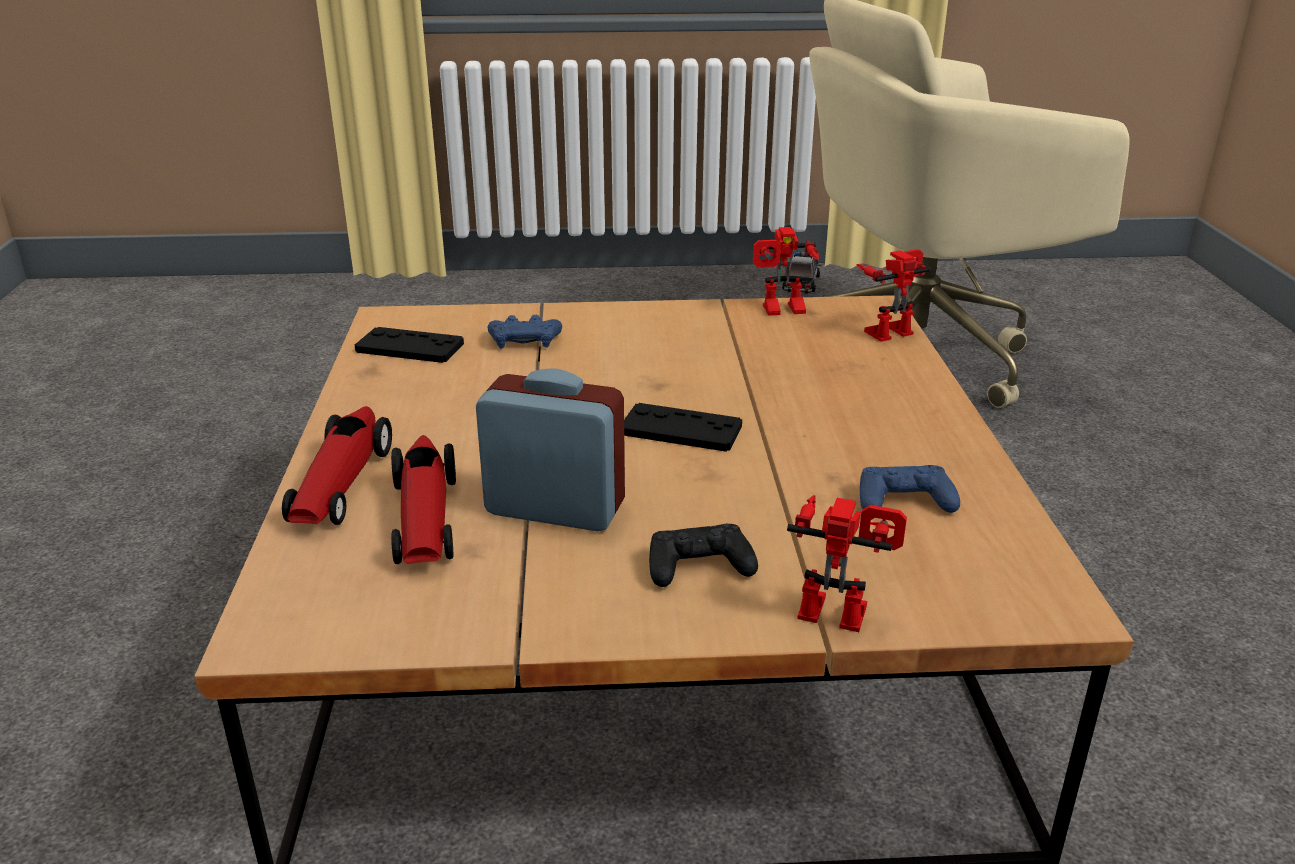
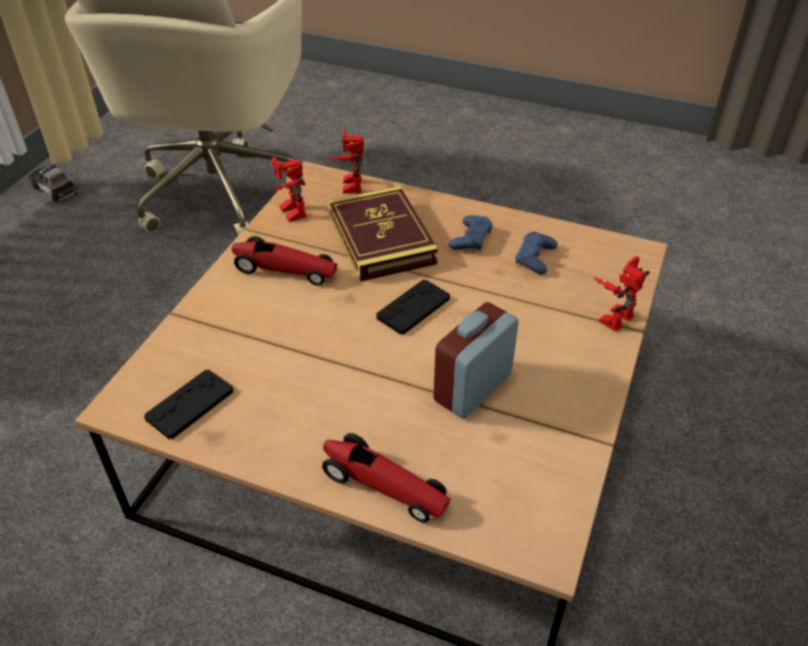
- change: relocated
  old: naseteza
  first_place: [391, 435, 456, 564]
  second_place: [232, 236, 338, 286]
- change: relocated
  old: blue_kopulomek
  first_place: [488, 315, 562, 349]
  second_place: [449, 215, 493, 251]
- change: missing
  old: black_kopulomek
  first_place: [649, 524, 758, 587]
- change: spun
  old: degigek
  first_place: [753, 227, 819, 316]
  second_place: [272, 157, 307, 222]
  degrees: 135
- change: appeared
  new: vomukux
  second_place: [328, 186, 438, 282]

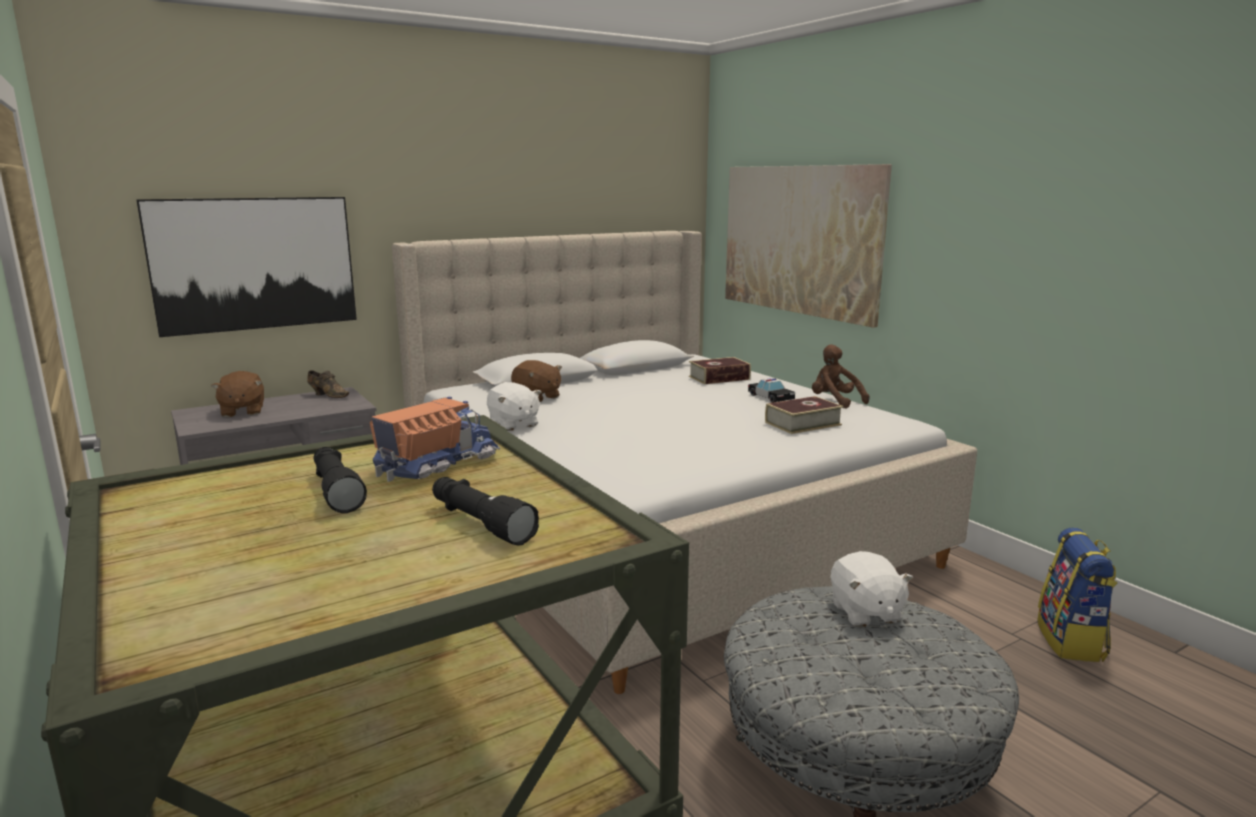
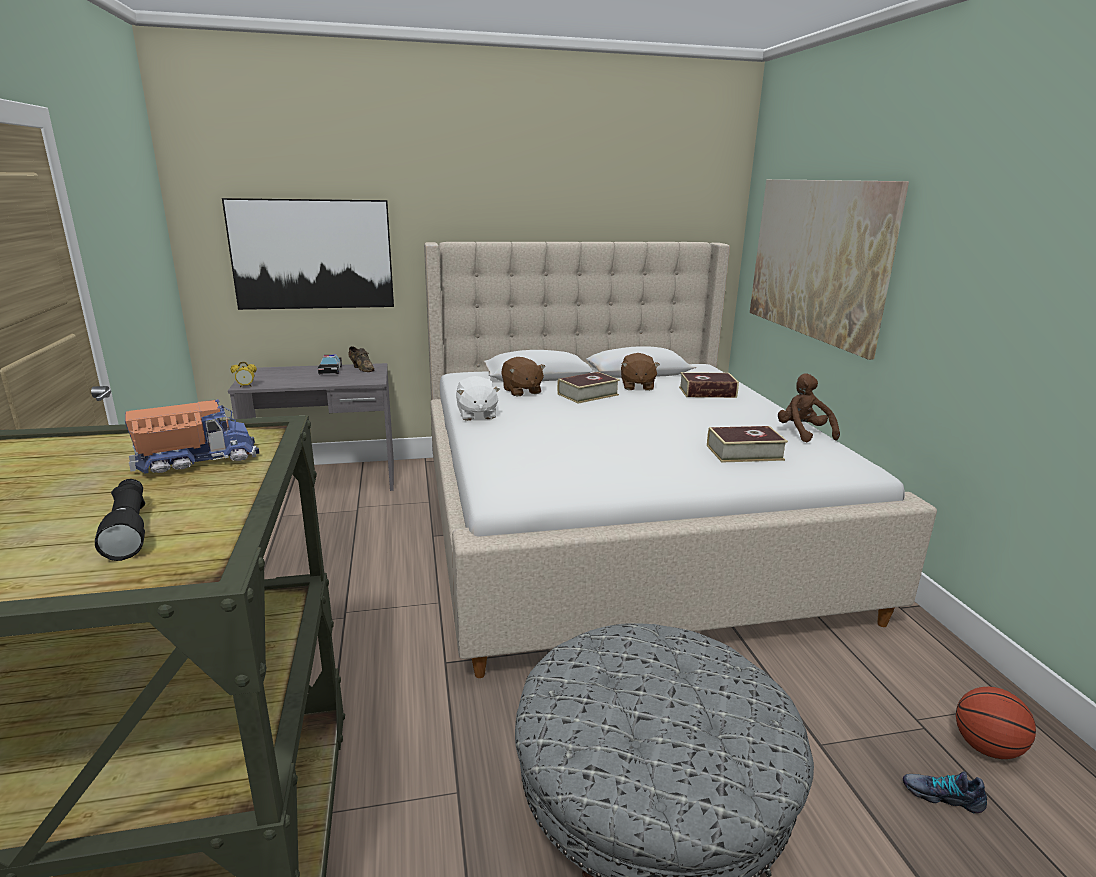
- change: relocated
  old: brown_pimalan
  first_place: [211, 371, 264, 417]
  second_place: [621, 353, 660, 391]
- change: missing
  old: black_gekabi
  first_place: [314, 447, 367, 513]
- change: relocated
  old: naseteza
  first_place: [748, 378, 795, 403]
  second_place: [318, 355, 342, 374]
- change: missing
  old: white_pimalan
  first_place: [831, 551, 913, 627]
- change: exchanged
  old: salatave
  new: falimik
  first_place: [1037, 528, 1117, 662]
  second_place: [956, 687, 1036, 759]
- change: appeared
  new: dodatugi
  second_place: [231, 362, 257, 387]
- change: appeared
  new: vomukux
  second_place: [557, 372, 620, 404]
- change: appeared
  new: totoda
  second_place: [903, 771, 987, 813]

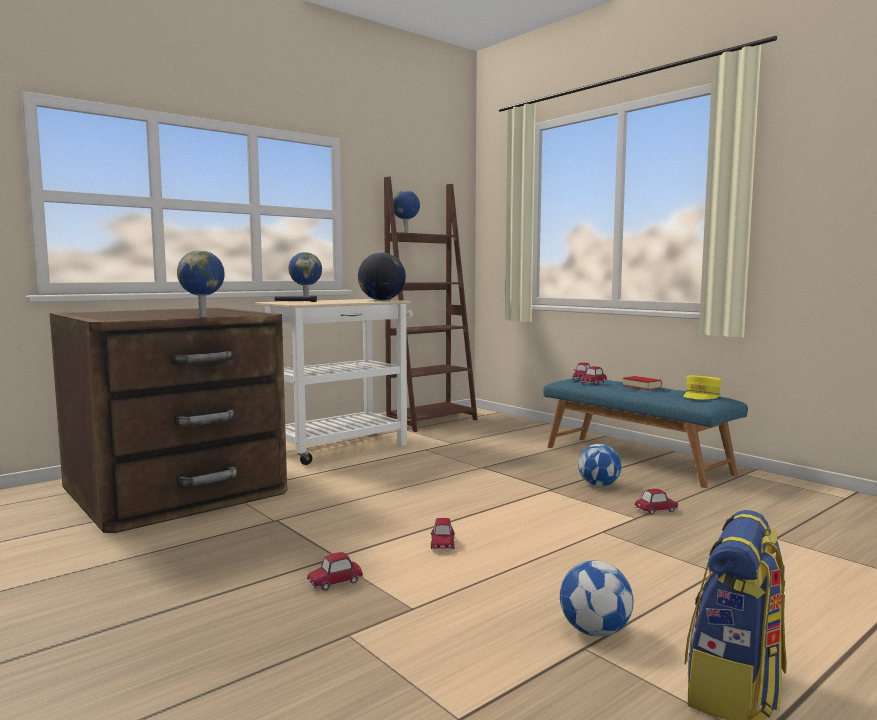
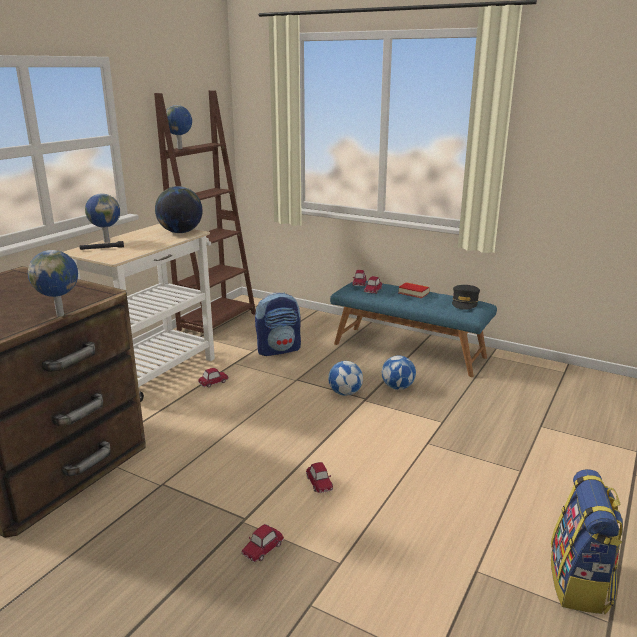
- change: relocated
  old: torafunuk
  first_place: [560, 560, 633, 637]
  second_place: [328, 361, 363, 396]
- change: relocated
  old: naseteza
  first_place: [634, 489, 678, 514]
  second_place: [198, 368, 228, 388]
- change: colour
  old: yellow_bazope
  new: black_bazope
  first_place: [684, 375, 722, 399]
  second_place: [452, 285, 480, 310]
- change: appeared
  new: salatave
  second_place: [255, 292, 301, 356]

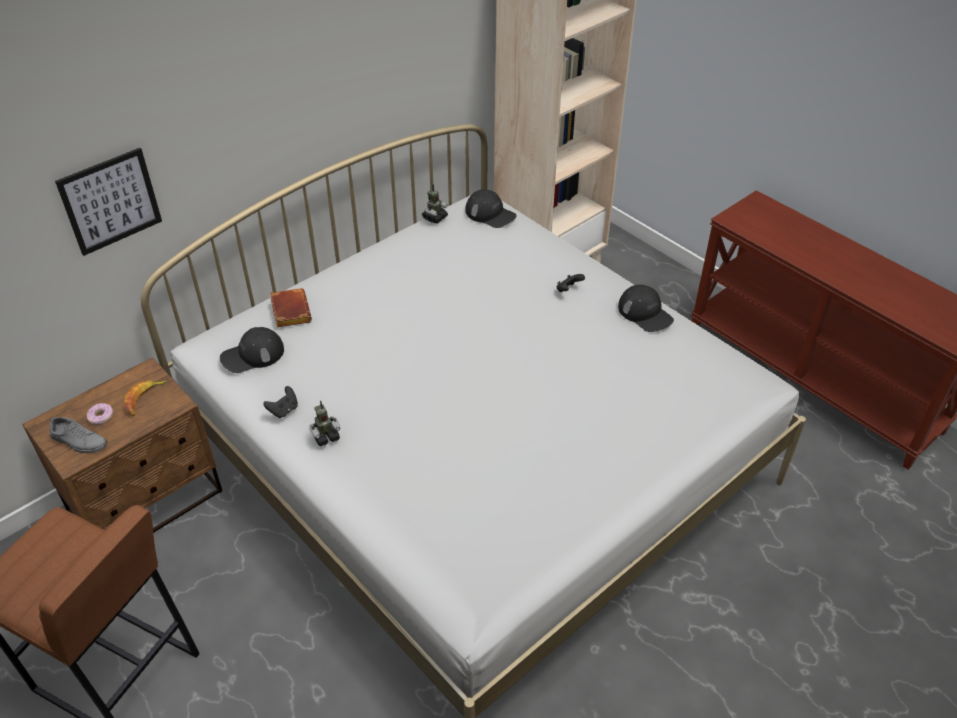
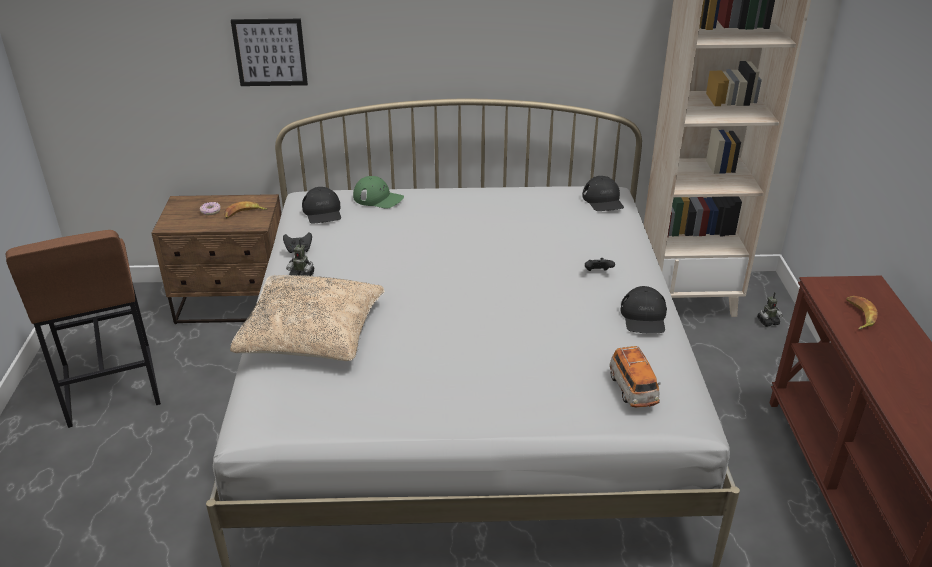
- change: missing
  old: grey_totoda
  first_place: [49, 417, 108, 453]
- change: spun
  old: black_bazope
  first_place: [220, 327, 284, 373]
  second_place: [302, 187, 341, 224]
  degrees: -120
- change: exchanged
  old: brown_vomukux
  new: green_bazope
  first_place: [270, 288, 312, 327]
  second_place: [353, 176, 404, 209]
- change: relocated
  old: degigek
  first_place: [422, 184, 448, 224]
  second_place: [757, 292, 783, 327]
- change: appeared
  new: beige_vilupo
  second_place: [230, 275, 385, 361]
- change: appeared
  new: naseteza
  second_place: [609, 346, 660, 408]
- change: appeared
  new: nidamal
  second_place: [846, 296, 878, 330]

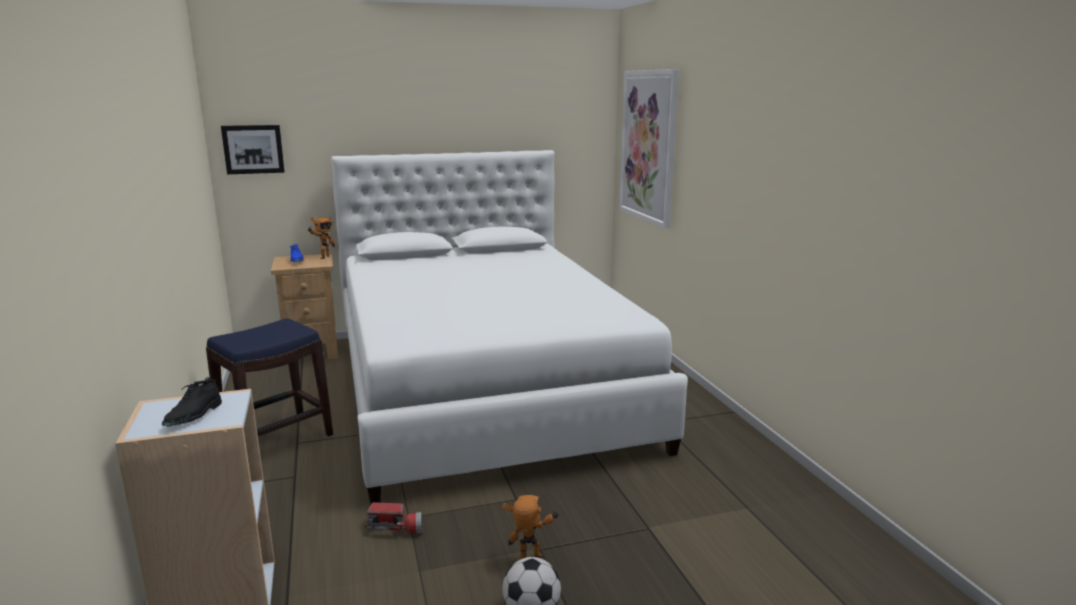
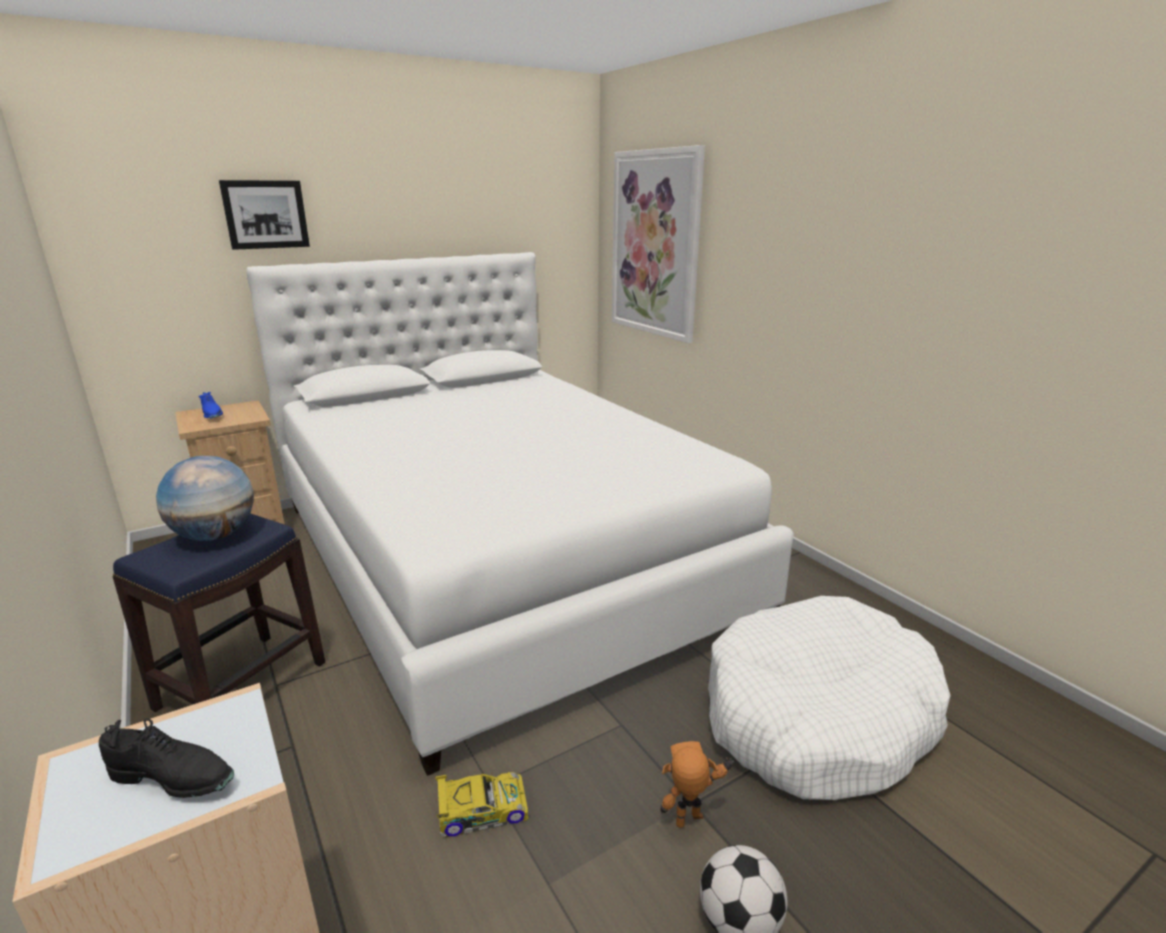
- change: spun
  old: black_totoda
  first_place: [162, 377, 222, 427]
  second_place: [99, 718, 234, 798]
  degrees: -75
- change: relocated
  old: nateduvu
  first_place: [221, 125, 285, 174]
  second_place: [219, 180, 310, 250]
- change: missing
  old: degigek
  first_place: [308, 216, 335, 259]
- change: exchanged
  old: gekabi
  new: naseteza
  first_place: [365, 502, 422, 533]
  second_place: [435, 772, 528, 838]
- change: appeared
  new: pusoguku
  second_place: [156, 456, 254, 541]
- change: appeared
  new: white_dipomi
  second_place: [708, 596, 951, 800]

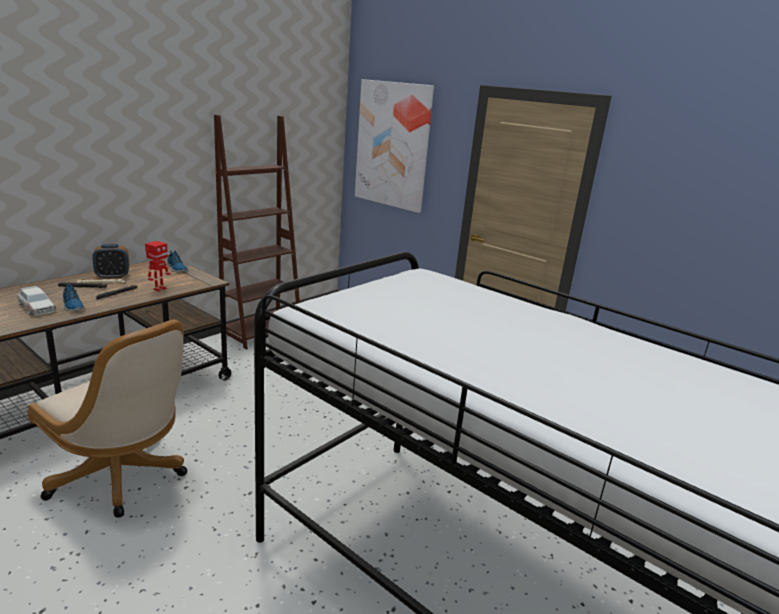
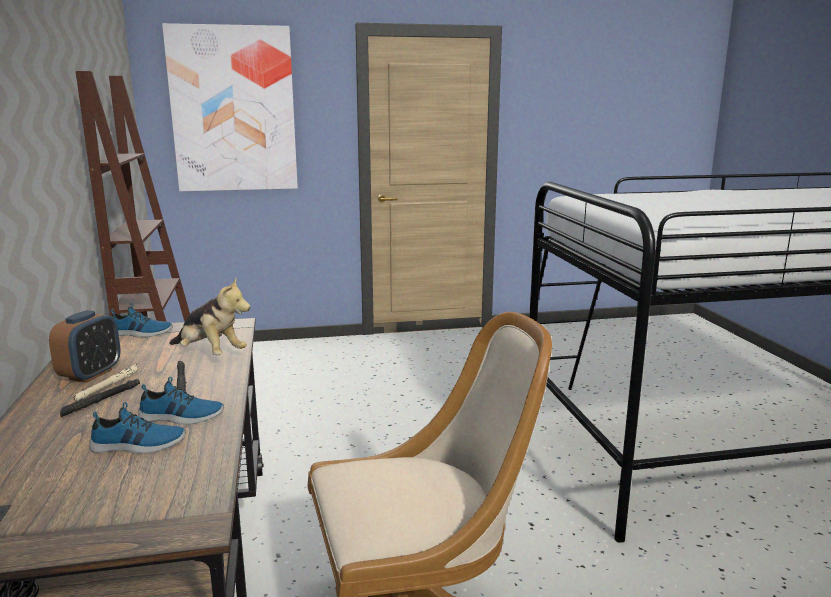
- change: exchanged
  old: naseteza
  new: totoda
  first_place: [17, 286, 56, 316]
  second_place: [89, 402, 186, 454]
- change: exchanged
  old: degigek
  new: pimalan
  first_place: [145, 241, 171, 291]
  second_place: [170, 278, 251, 355]

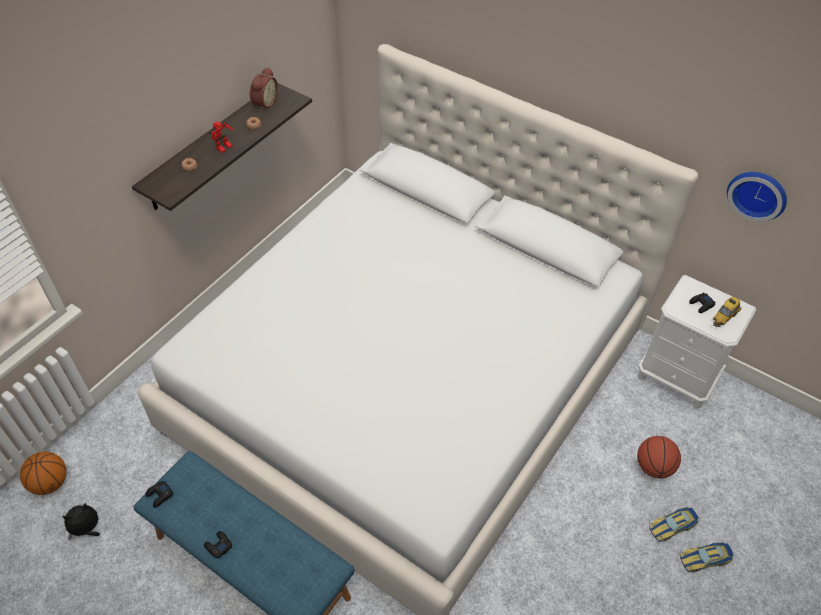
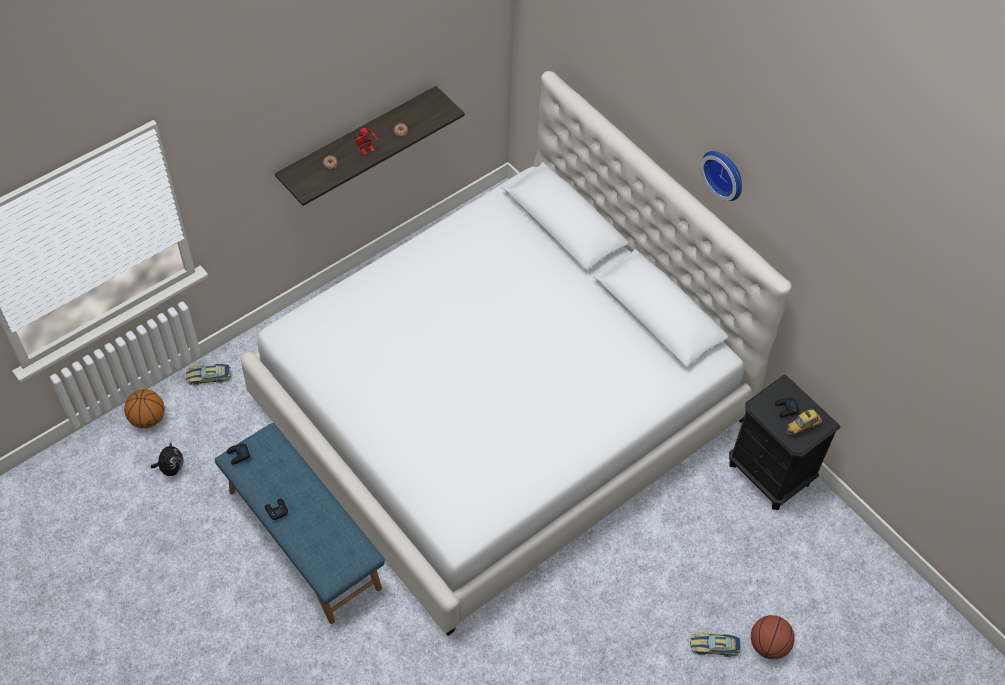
- change: spun
  old: pimalan
  first_place: [62, 503, 100, 541]
  second_place: [151, 442, 183, 476]
  degrees: 120
- change: missing
  old: dodatugi
  first_place: [250, 67, 278, 111]
- change: relocated
  old: falimik
  first_place: [637, 436, 681, 478]
  second_place: [751, 615, 795, 659]
- change: colour
  old: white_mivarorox
  new: black_mivarorox
  first_place: [638, 275, 757, 409]
  second_place: [729, 375, 840, 510]
- change: relocated
  old: naseteza
  first_place: [649, 507, 699, 542]
  second_place: [186, 364, 231, 386]
- change: relocated
  old: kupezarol
  first_place: [727, 172, 787, 222]
  second_place: [700, 151, 742, 201]

